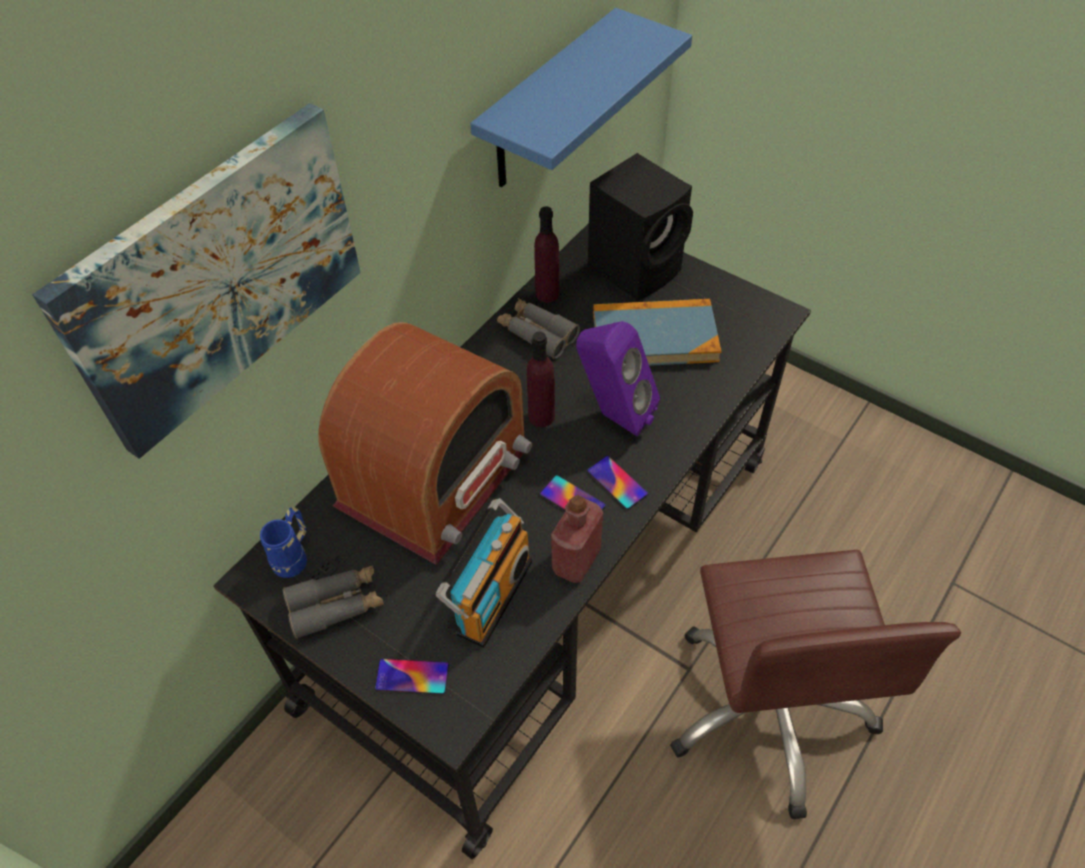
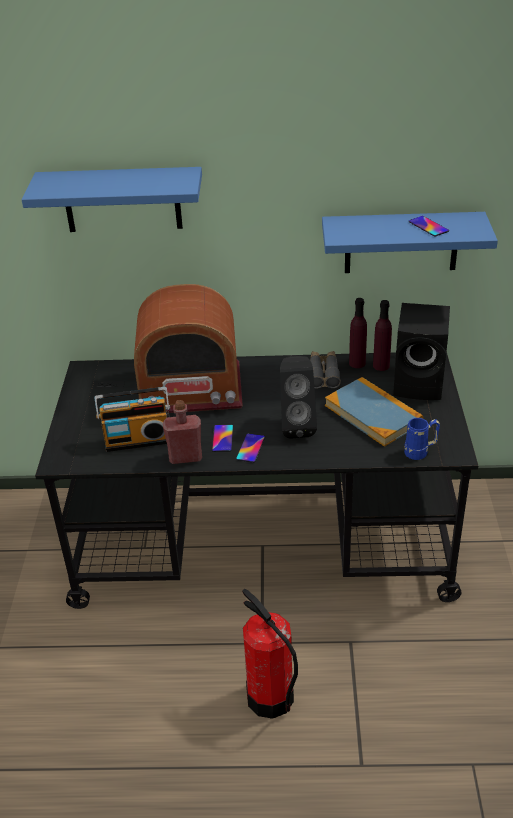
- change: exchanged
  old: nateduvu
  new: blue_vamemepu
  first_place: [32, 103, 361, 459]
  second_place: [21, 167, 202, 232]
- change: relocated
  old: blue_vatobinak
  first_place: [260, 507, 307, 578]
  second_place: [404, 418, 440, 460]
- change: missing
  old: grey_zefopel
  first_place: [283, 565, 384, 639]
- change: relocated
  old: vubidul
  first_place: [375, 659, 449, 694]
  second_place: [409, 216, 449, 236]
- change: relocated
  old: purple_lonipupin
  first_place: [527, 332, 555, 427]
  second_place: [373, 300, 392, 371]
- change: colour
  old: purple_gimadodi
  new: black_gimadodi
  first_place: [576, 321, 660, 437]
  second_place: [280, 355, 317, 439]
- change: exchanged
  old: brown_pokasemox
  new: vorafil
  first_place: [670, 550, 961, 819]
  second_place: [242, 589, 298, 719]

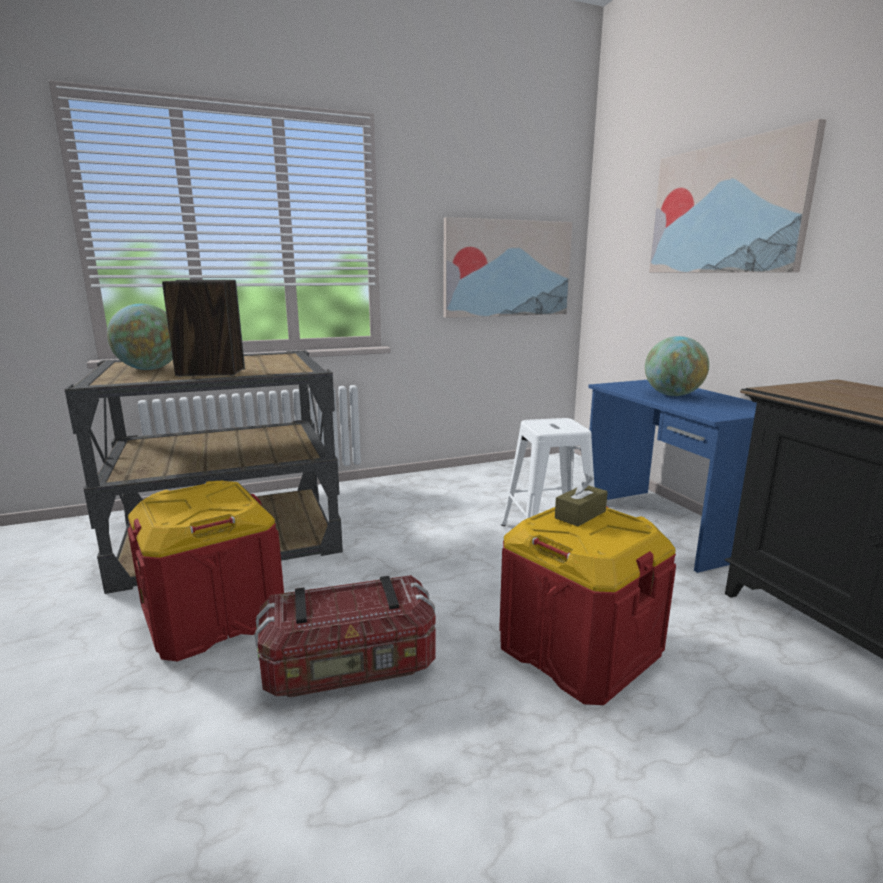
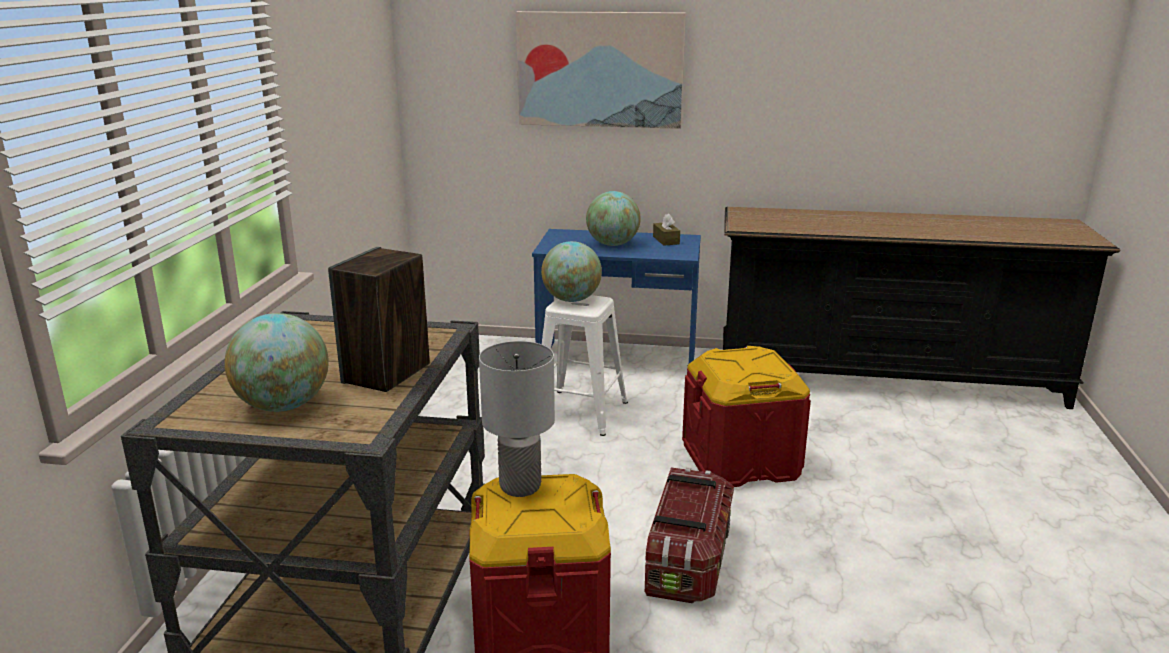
- change: missing
  old: nateduvu
  first_place: [444, 217, 572, 318]
- change: relocated
  old: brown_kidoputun
  first_place: [555, 474, 608, 527]
  second_place: [653, 213, 680, 246]
- change: appeared
  new: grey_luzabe
  second_place: [479, 341, 555, 497]
- change: appeared
  new: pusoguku
  second_place: [541, 241, 602, 302]

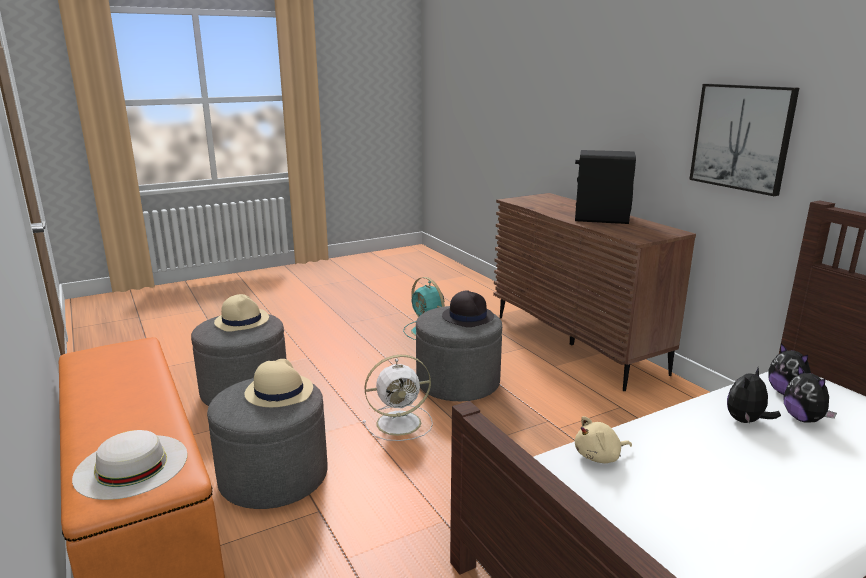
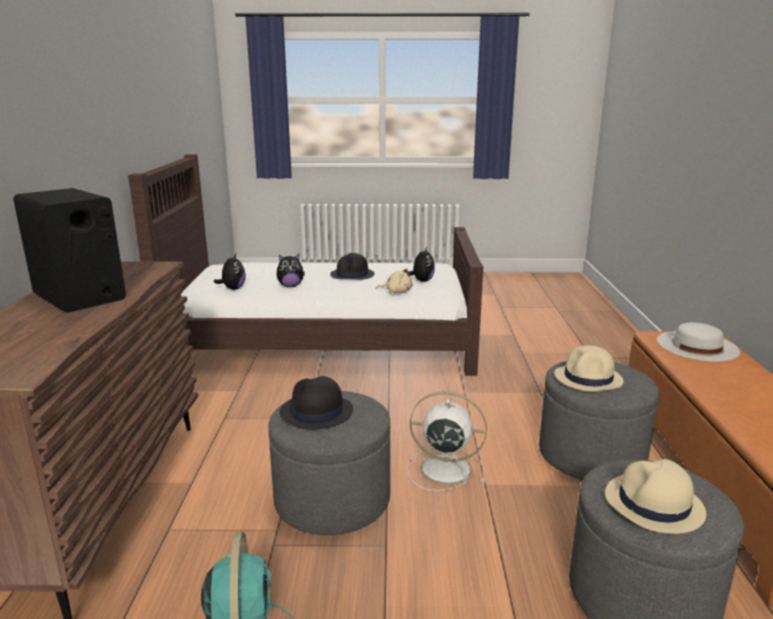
- change: missing
  old: nateduvu
  first_place: [689, 84, 799, 196]
- change: relocated
  old: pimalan
  first_place: [784, 365, 837, 423]
  second_place: [407, 247, 435, 282]
- change: appeared
  new: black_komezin
  second_place: [330, 253, 375, 280]

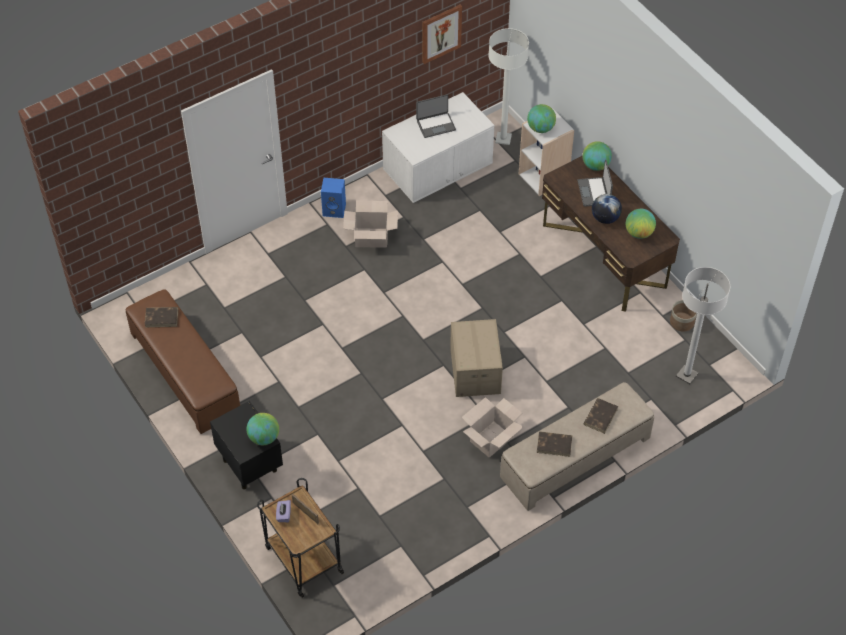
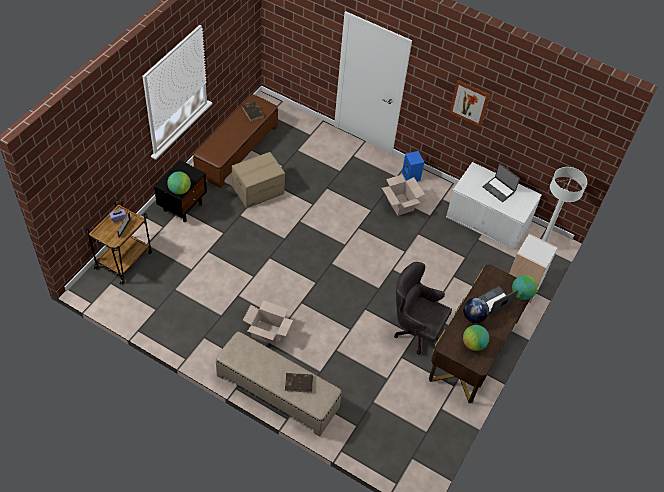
- change: relocated
  old: nateduvu
  first_place: [423, 5, 462, 64]
  second_place: [449, 80, 490, 127]
- change: relocated
  old: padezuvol
  first_place: [450, 319, 503, 397]
  second_place: [232, 152, 285, 208]
- change: missing
  old: pusoguku
  first_place: [527, 104, 556, 133]
- change: missing
  old: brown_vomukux
  first_place: [537, 431, 572, 457]
- change: missing
  old: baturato
  first_place: [670, 300, 697, 332]
- change: missing
  old: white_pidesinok
  first_place: [676, 267, 730, 384]
- change: appeared
  new: grey_pokasemox
  second_place: [394, 262, 452, 354]

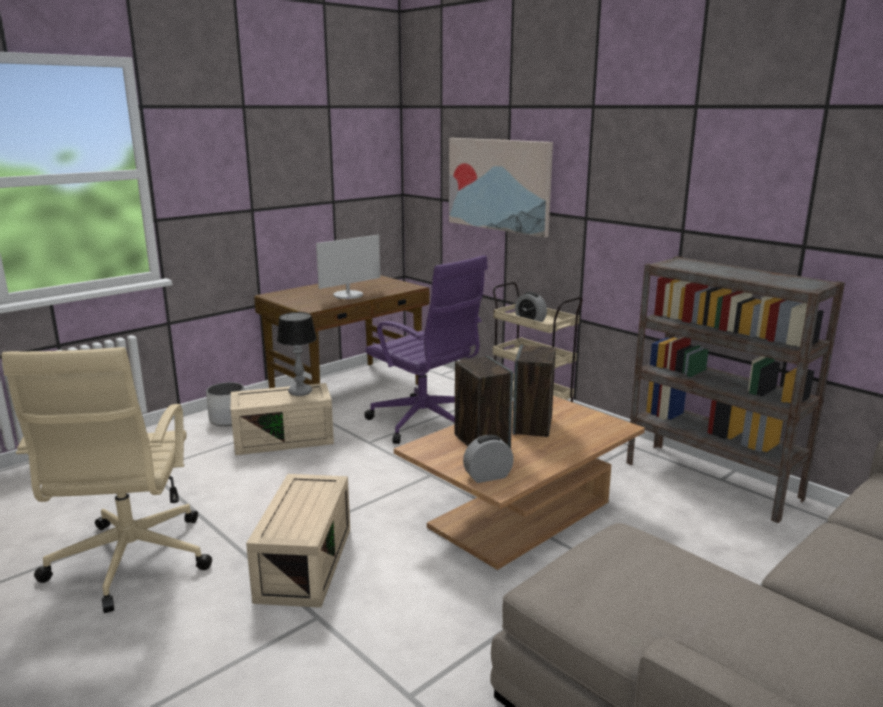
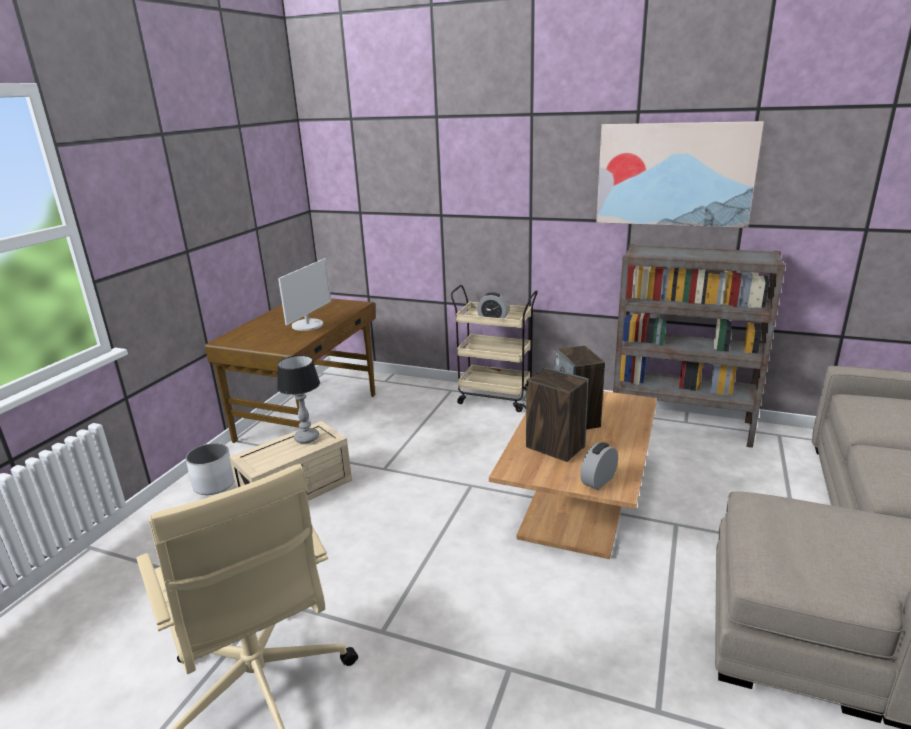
- change: missing
  old: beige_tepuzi
  first_place: [246, 474, 350, 608]
- change: missing
  old: purple_pokasemox
  first_place: [364, 255, 488, 444]
- change: relocated
  old: nateduvu
  first_place: [449, 138, 553, 237]
  second_place: [596, 121, 764, 228]

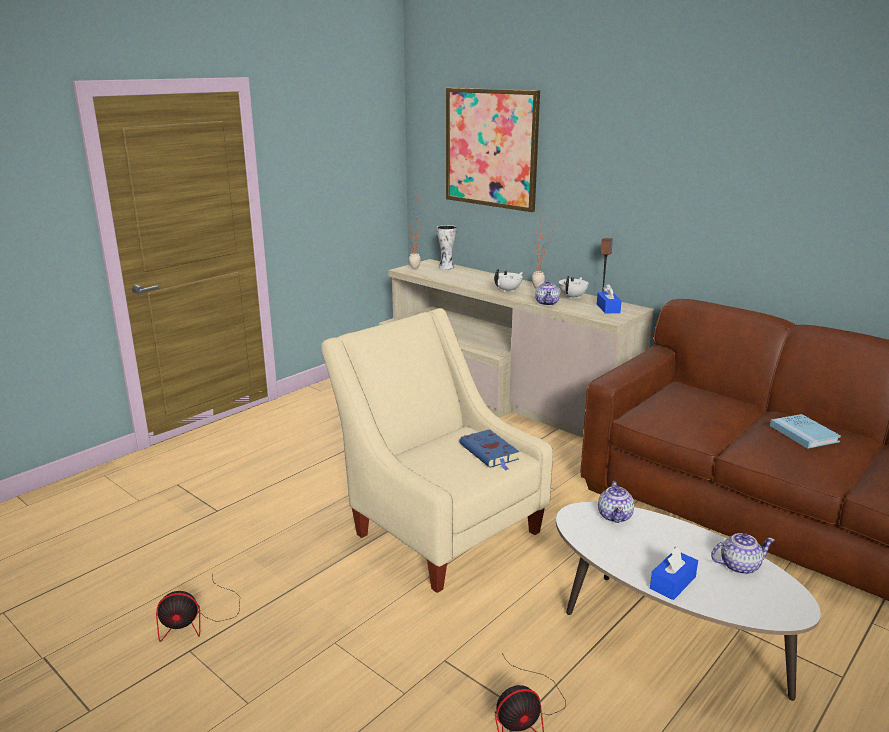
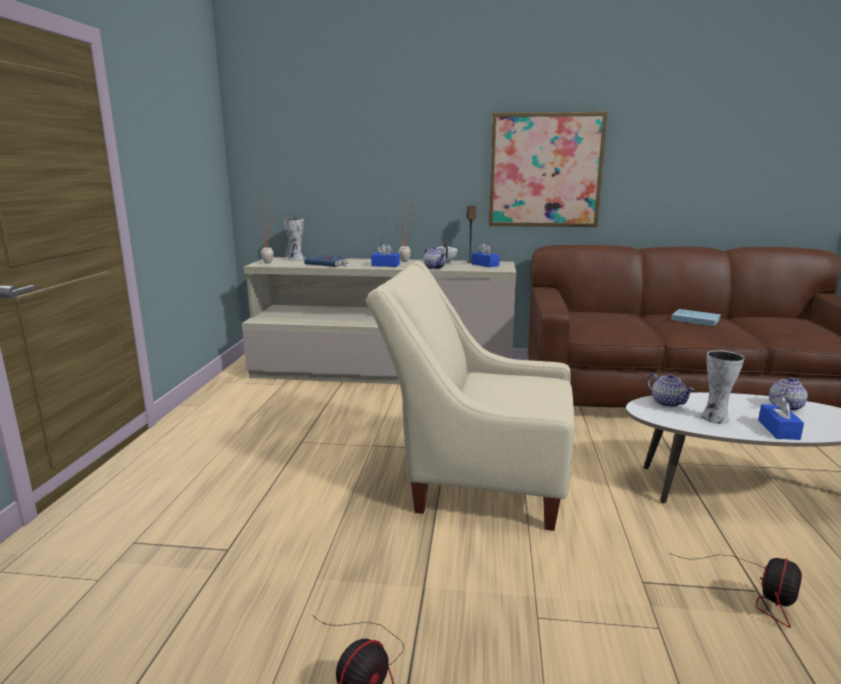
- change: relocated
  old: nateduvu
  first_place: [446, 88, 540, 212]
  second_place: [489, 112, 608, 227]
- change: relocated
  old: blue_vomukux
  first_place: [460, 429, 519, 470]
  second_place: [304, 255, 348, 267]
- change: exchanged
  old: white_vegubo
  new: blue_kidoputun
  first_place: [494, 269, 523, 292]
  second_place: [371, 243, 400, 267]
- change: appeared
  new: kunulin
  second_place: [701, 350, 744, 424]

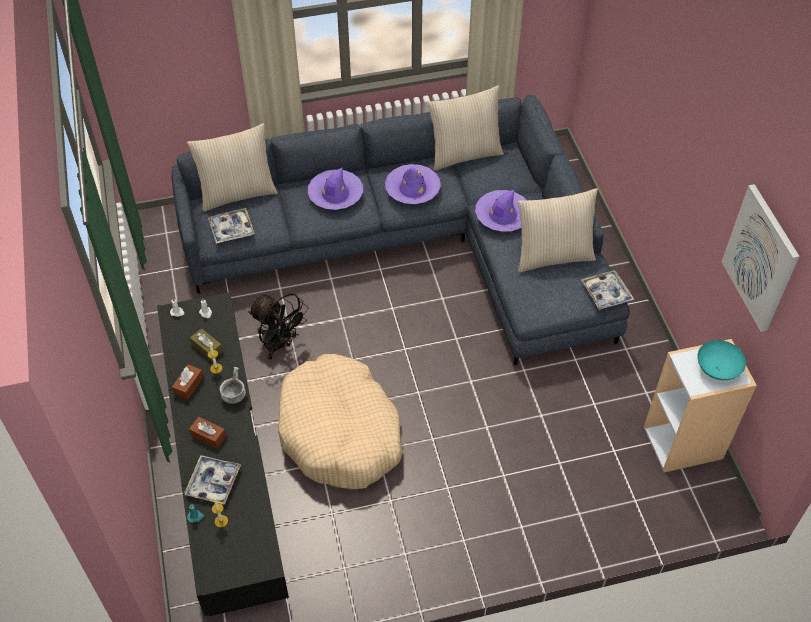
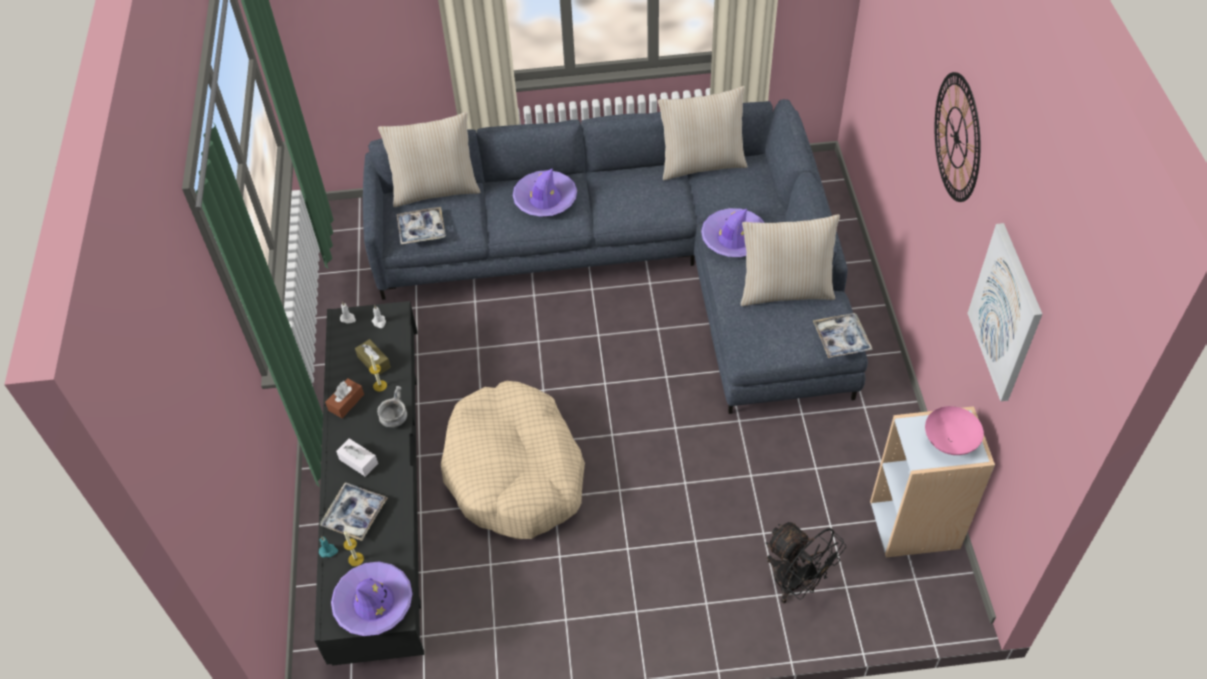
- change: colour
  old: brown_kidoputun
  new: white_kidoputun
  first_place: [189, 417, 226, 449]
  second_place: [336, 438, 378, 477]
- change: relocated
  old: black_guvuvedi
  first_place: [248, 294, 309, 360]
  second_place: [766, 522, 846, 603]
- change: relocated
  old: purple_komezin
  first_place: [385, 164, 441, 204]
  second_place: [331, 561, 412, 636]
- change: colour
  old: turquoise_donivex
  new: pink_donivex
  first_place: [697, 340, 746, 380]
  second_place: [925, 406, 984, 455]
- change: appeared
  new: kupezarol
  second_place: [935, 72, 981, 202]

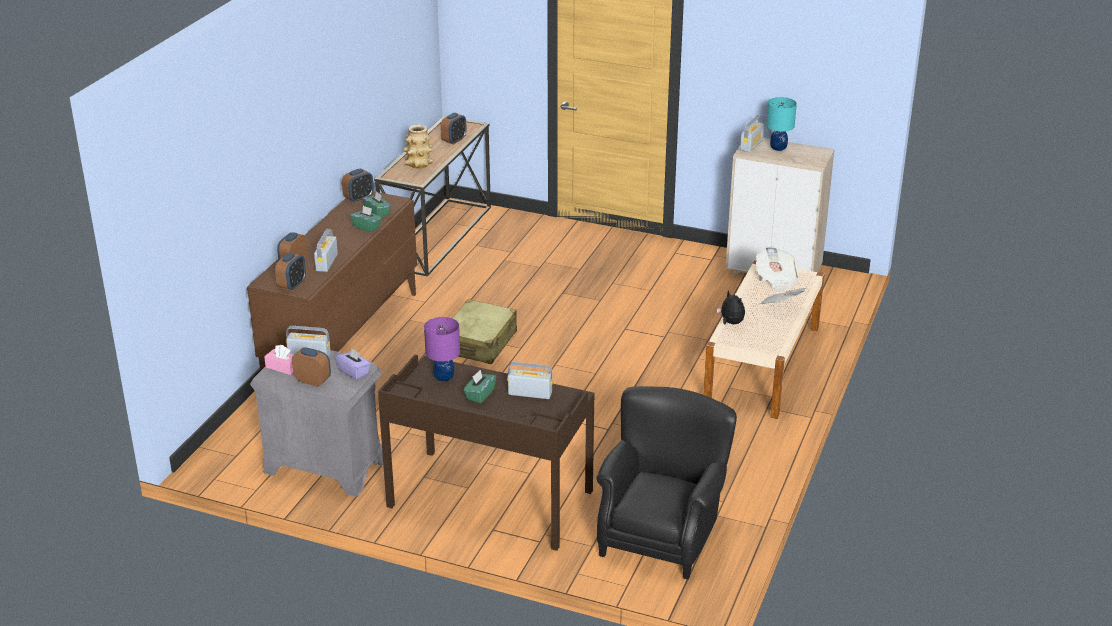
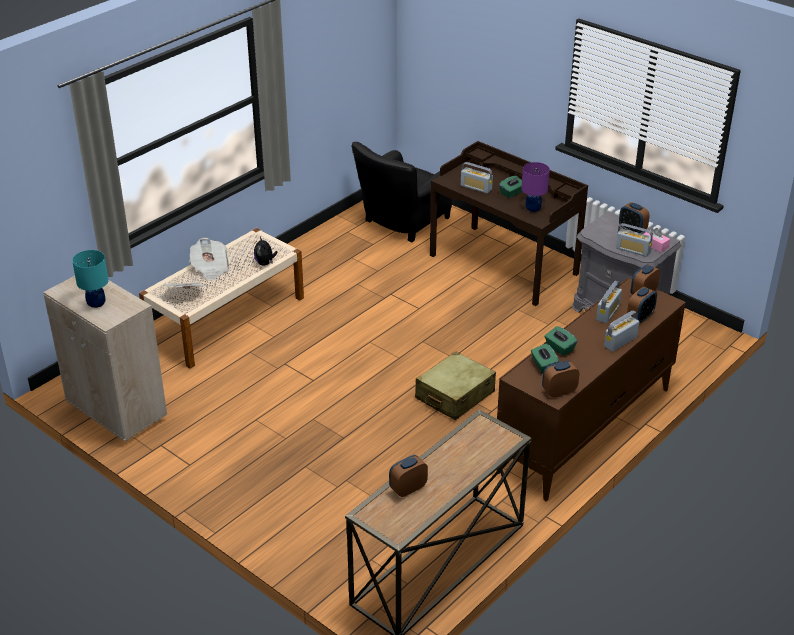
- change: missing
  old: purple_kidoputun
  first_place: [336, 348, 371, 380]
- change: missing
  old: kunulin
  first_place: [403, 124, 434, 169]
- change: relocated
  old: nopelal
  first_place: [740, 115, 764, 152]
  second_place: [604, 310, 639, 352]

